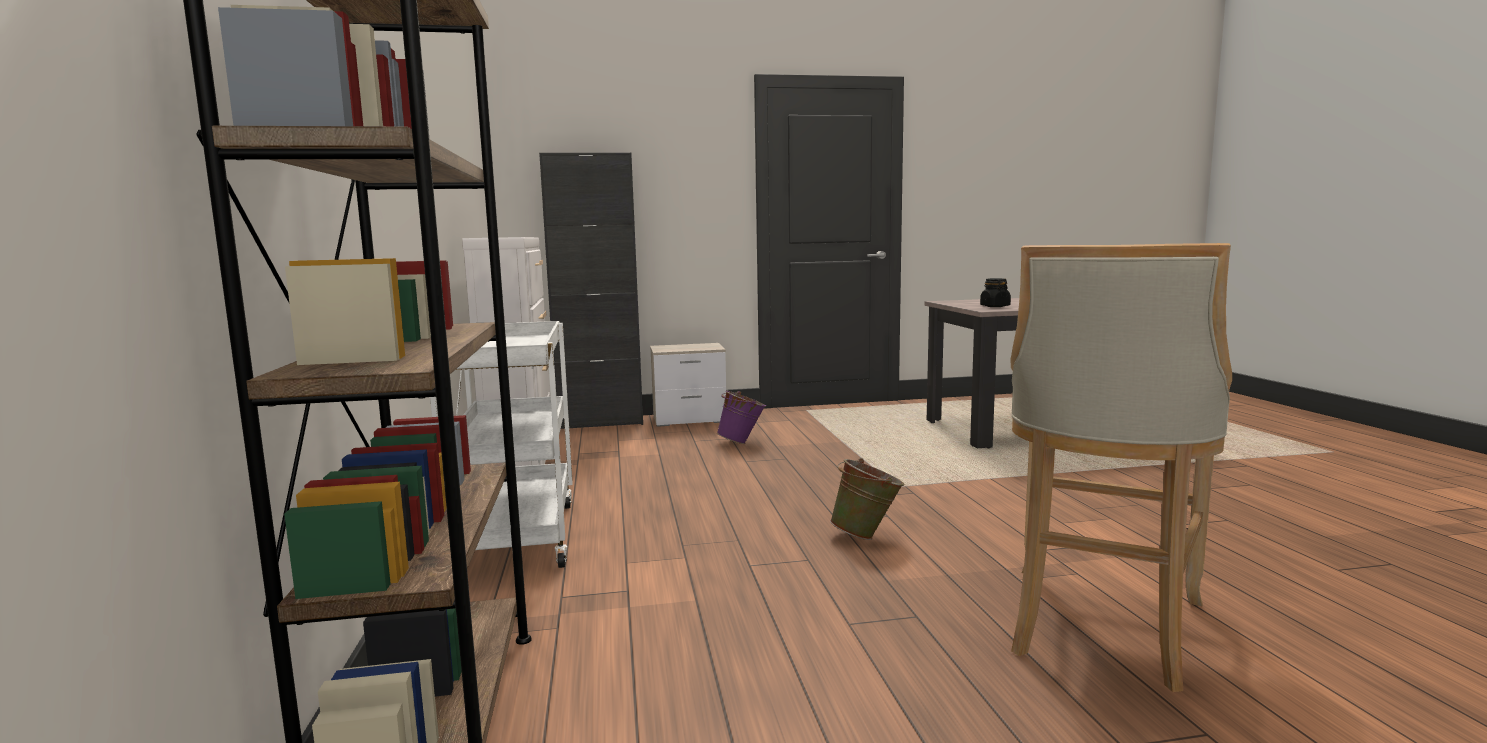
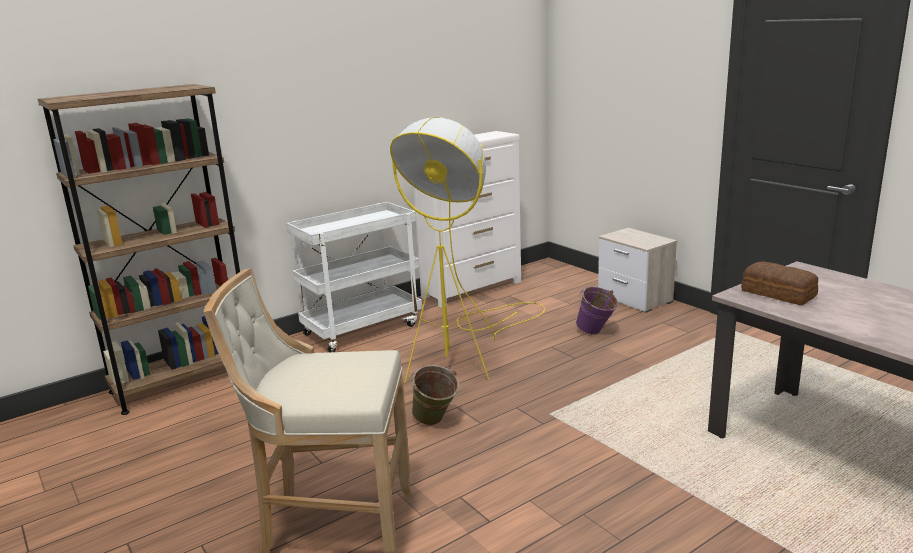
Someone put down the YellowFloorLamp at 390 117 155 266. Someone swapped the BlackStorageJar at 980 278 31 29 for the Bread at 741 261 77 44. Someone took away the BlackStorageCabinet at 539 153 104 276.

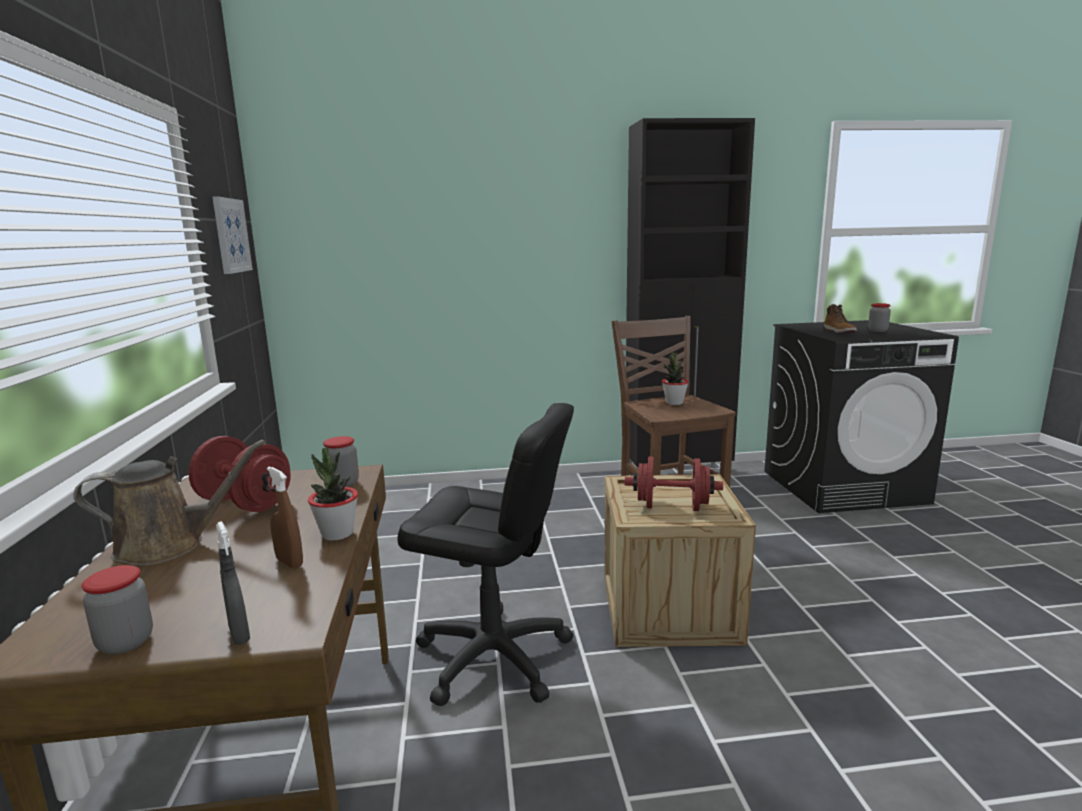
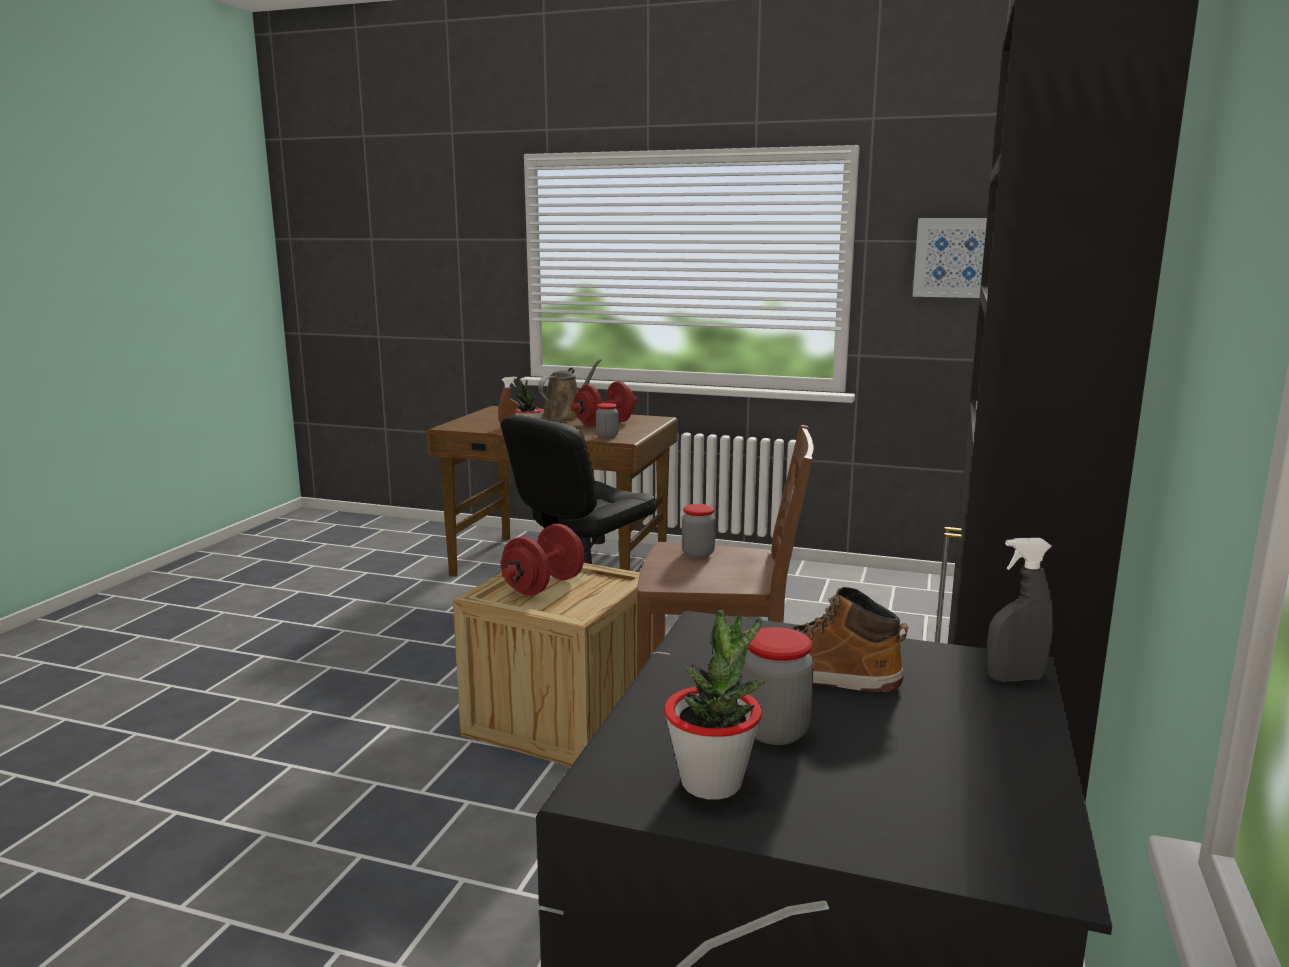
Someone rotated the BrownColouredSprinklingCan at 74 440 192 126 by 150 degrees counterclockwise. Someone carried the PlantInAPot from 662 351 27 54 to 664 610 101 189. Someone carried the StorageJar from 82 565 71 89 to 682 504 34 54. Someone carried the GreyishHandSprayer from 216 521 34 124 to 986 538 68 144.

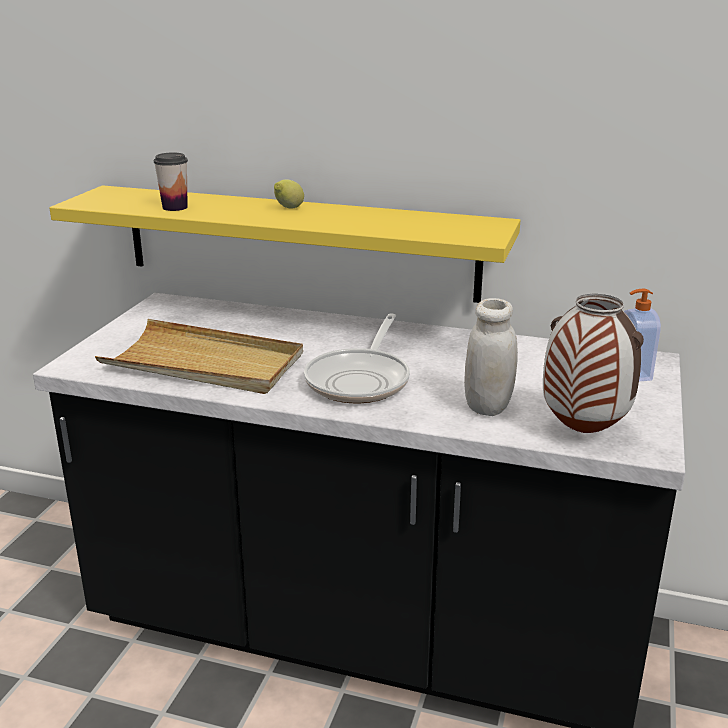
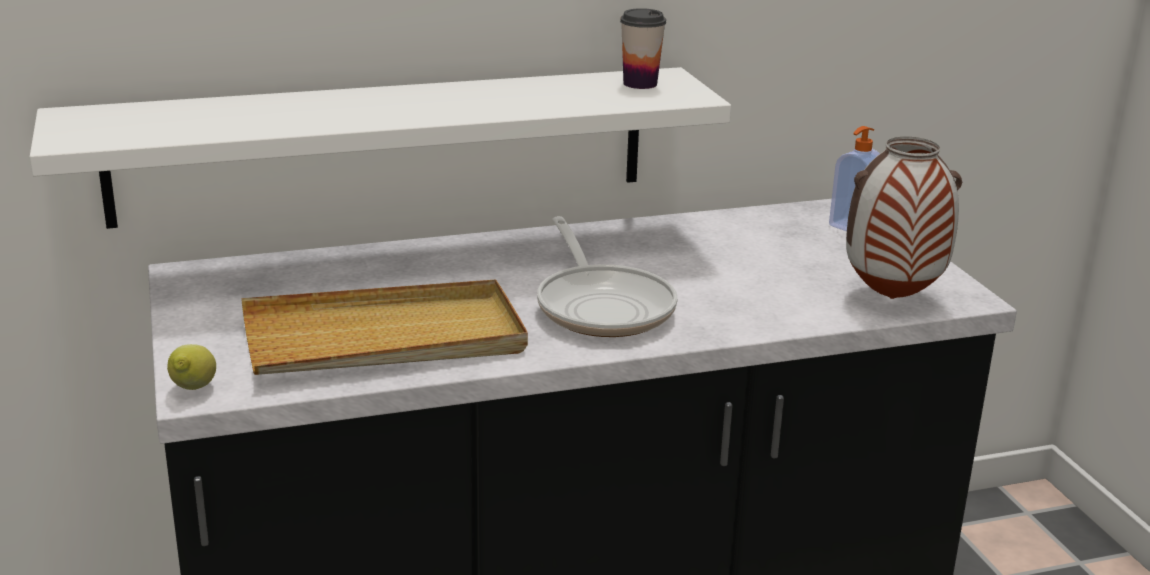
Someone repainted the YellowShelf at 49 185 471 118, which became the WhiteShelf at 30 67 701 162. Someone carried the Lemon from 274 179 30 29 to 167 344 49 46. Someone carried the DrinkingCup from 154 153 34 58 to 620 8 46 81. Someone took away the WhiteStorageJar at 464 298 54 118.

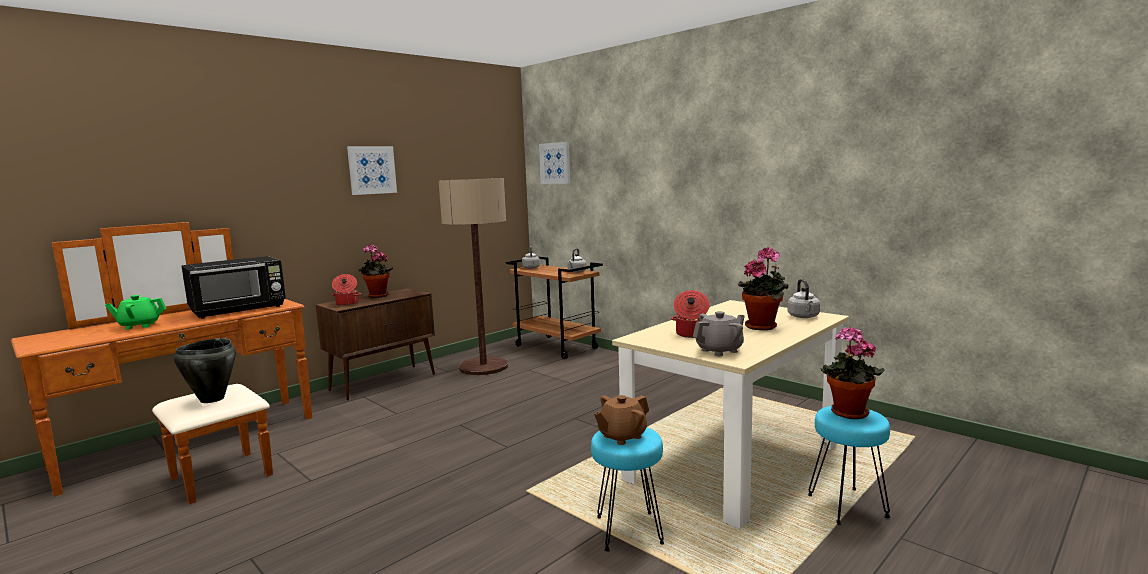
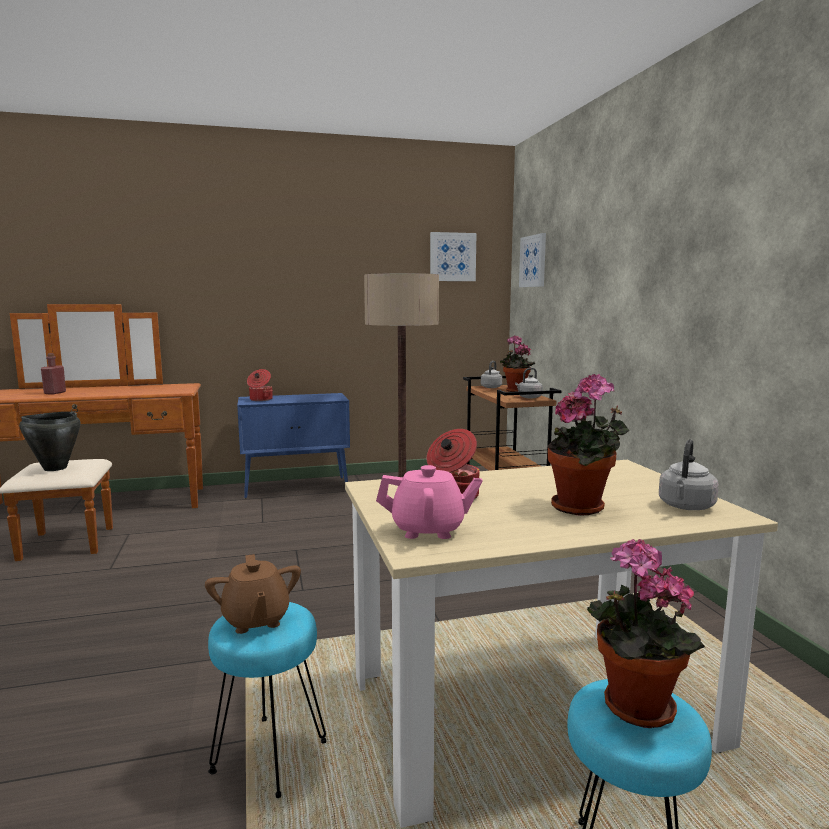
Someone swapped the GreenColouredPotForTea at 105 295 62 35 for the ReddishBottle at 41 353 25 42. Someone rotated the BrownColouredPotForTea at 594 395 55 50 by 105 degrees counterclockwise. Someone repainted the BrownColouredStorageCabinet at 316 288 119 113, which became the BlueStorageCabinet at 237 393 113 105. Someone repainted the GreyishPotForTea at 693 311 52 45, which became the PinkColouredPotForTea at 376 465 106 74. Someone carried the WallPicture from 347 146 50 49 to 430 232 47 49. Someone carried the PlantInAPot from 359 244 34 54 to 500 335 35 57. Someone took away the BlackMicrowave at 181 256 105 63.

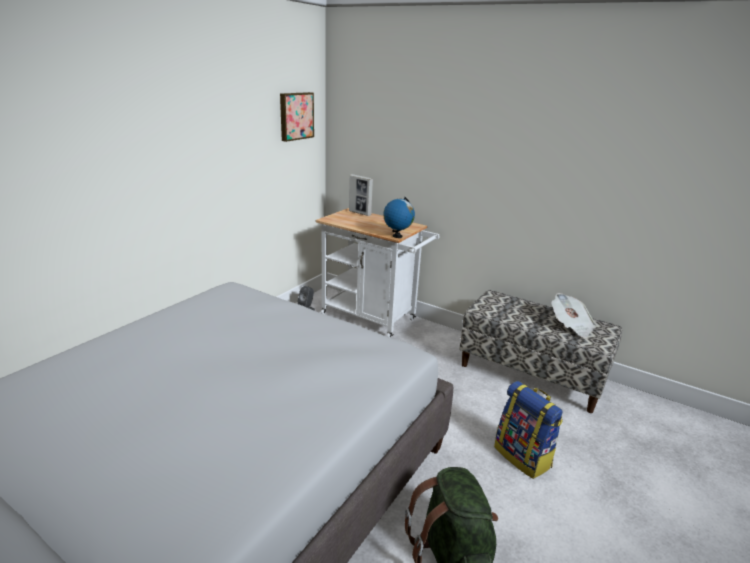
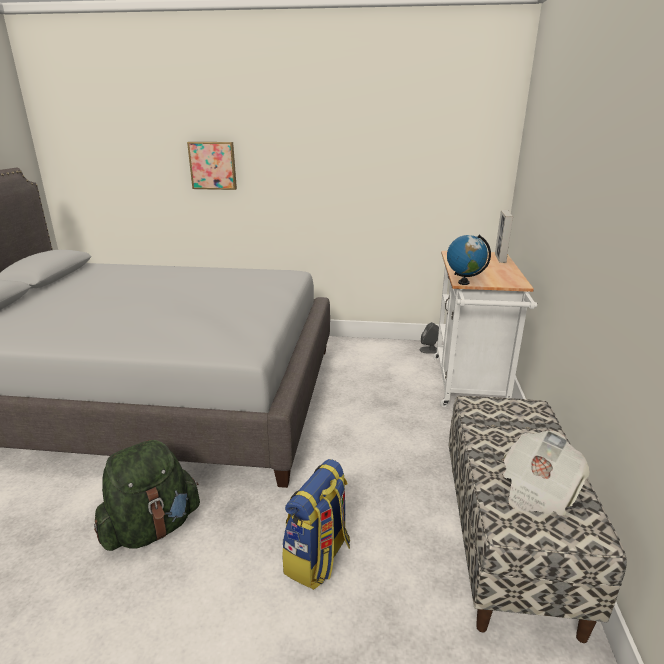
Someone carried the WallPicture from 280 92 34 50 to 187 142 50 48.

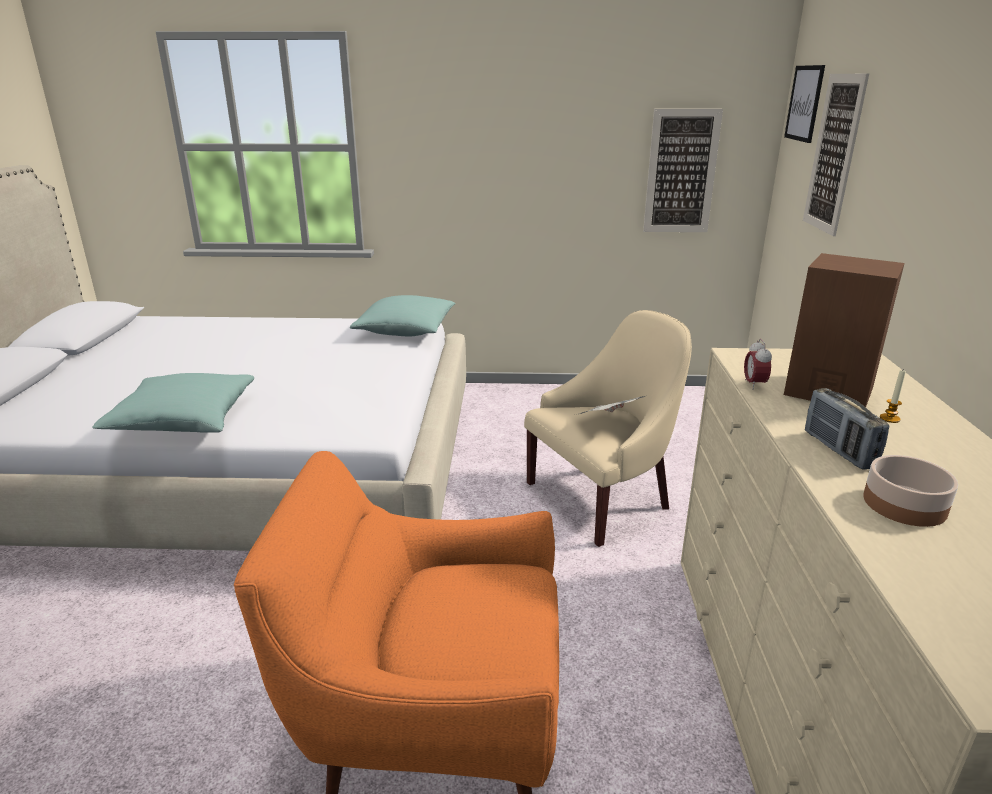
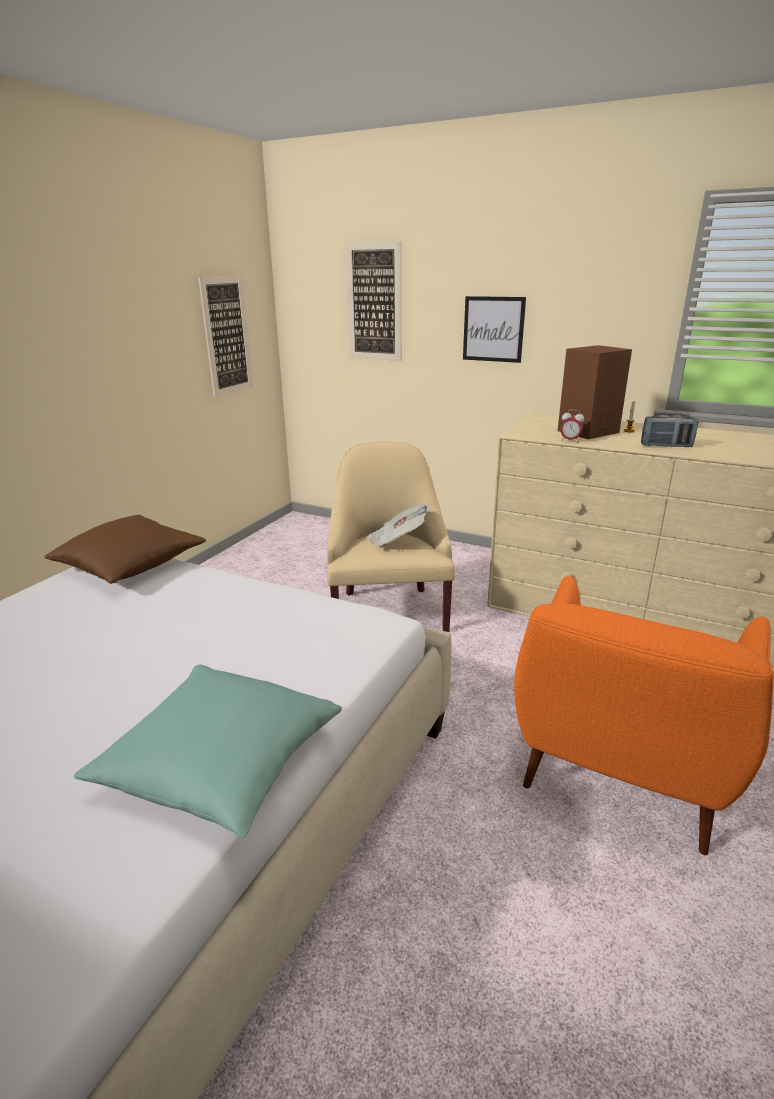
Someone repainted the TurquoiseThrowPillow at 350 295 106 41, which became the BrownColouredThrowPillow at 44 515 162 69. Someone carried the WallPicture from 784 65 41 78 to 463 296 63 67. Someone took away the DeepDish at 863 455 95 72.

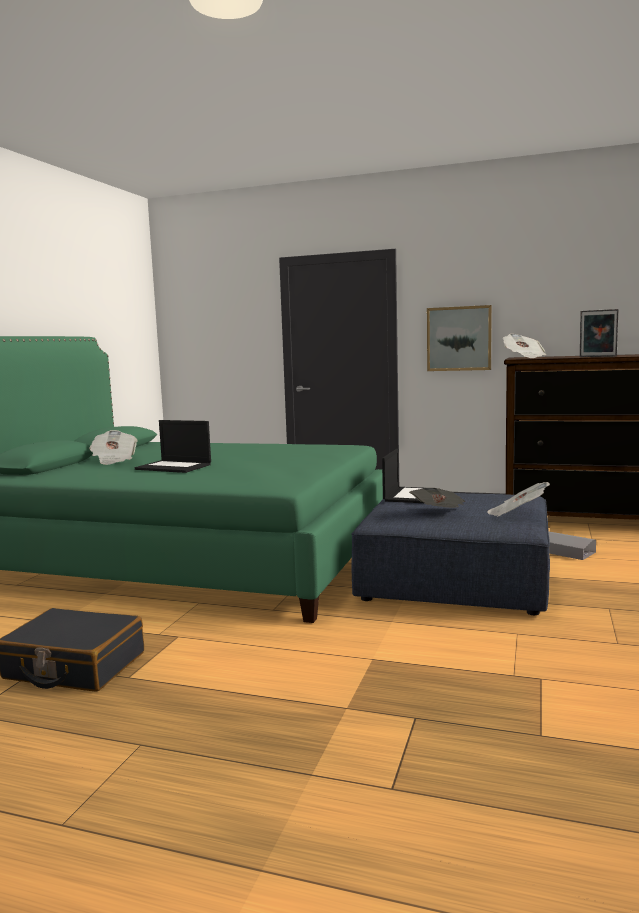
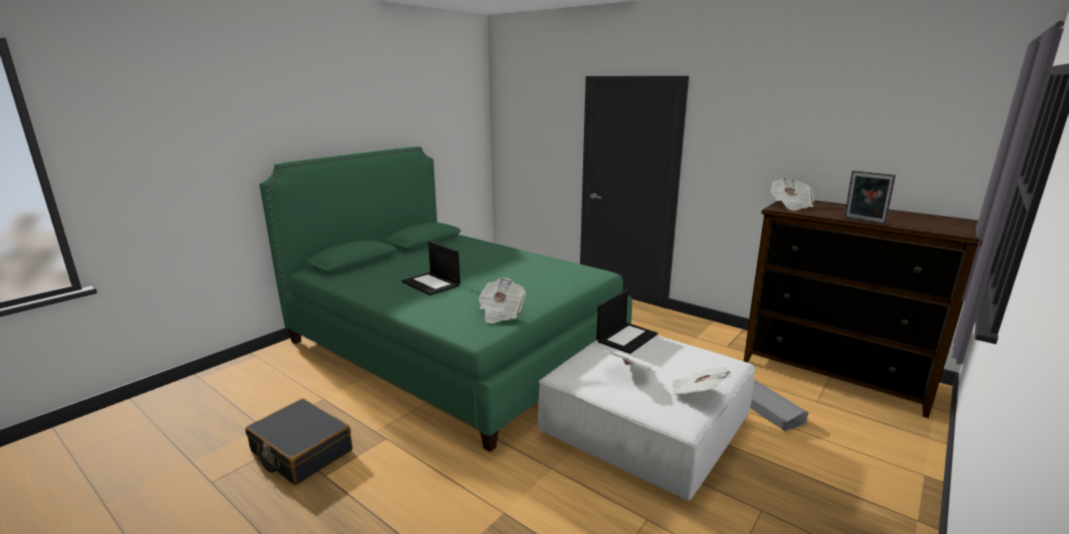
Someone carried the PrintedPaper from 89 430 49 35 to 478 278 48 45. Someone repainted the BluePouffe at 351 493 199 122, which became the WhitePouffe at 538 335 218 165. Someone took away the WallPicture at 427 305 65 66.

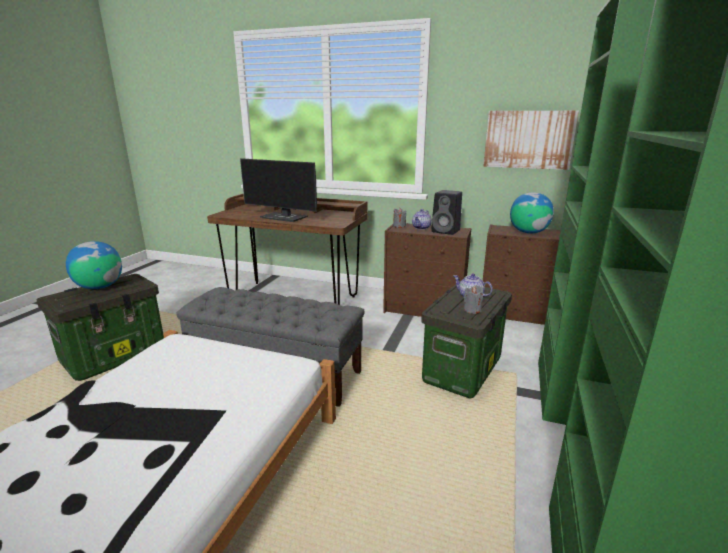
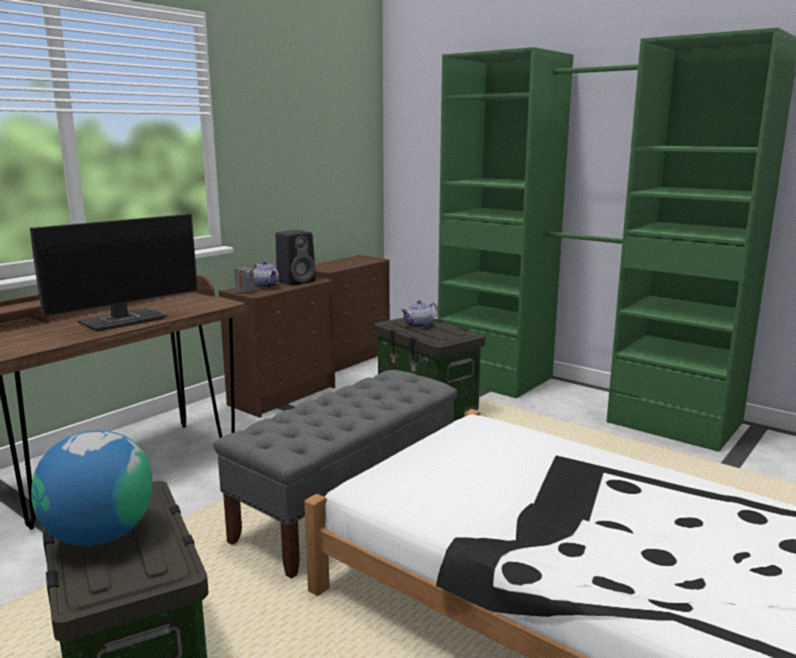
Someone took away the GreyishWaxLight at 464 285 19 29. Someone took away the WallPicture at 483 111 96 59. Someone took away the Globe at 510 192 44 42.

